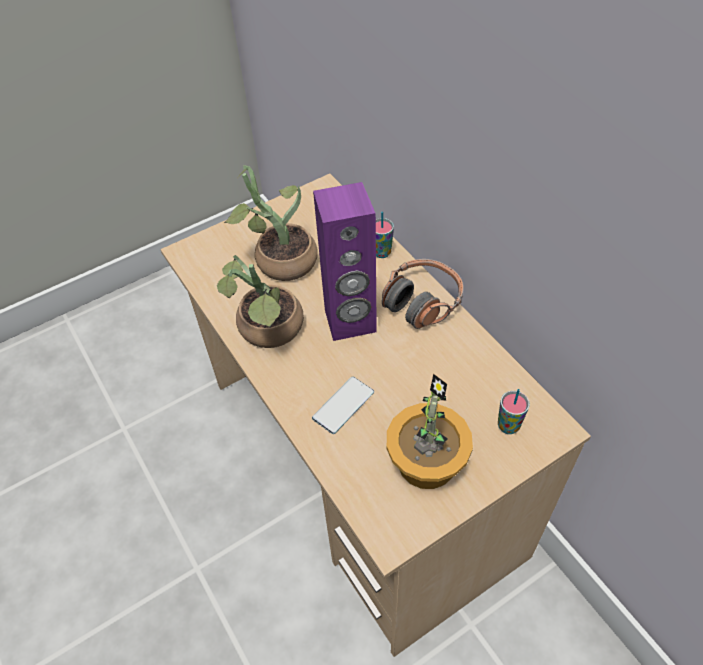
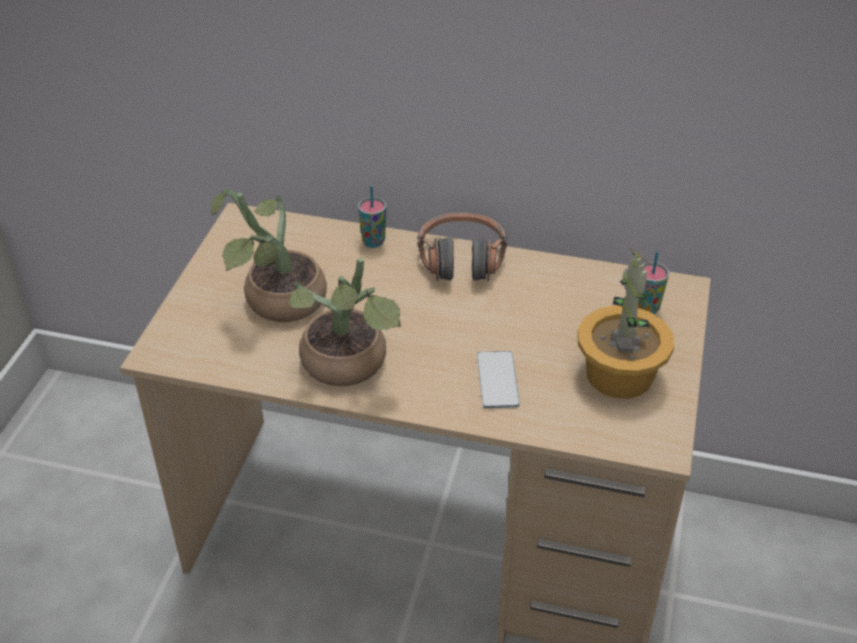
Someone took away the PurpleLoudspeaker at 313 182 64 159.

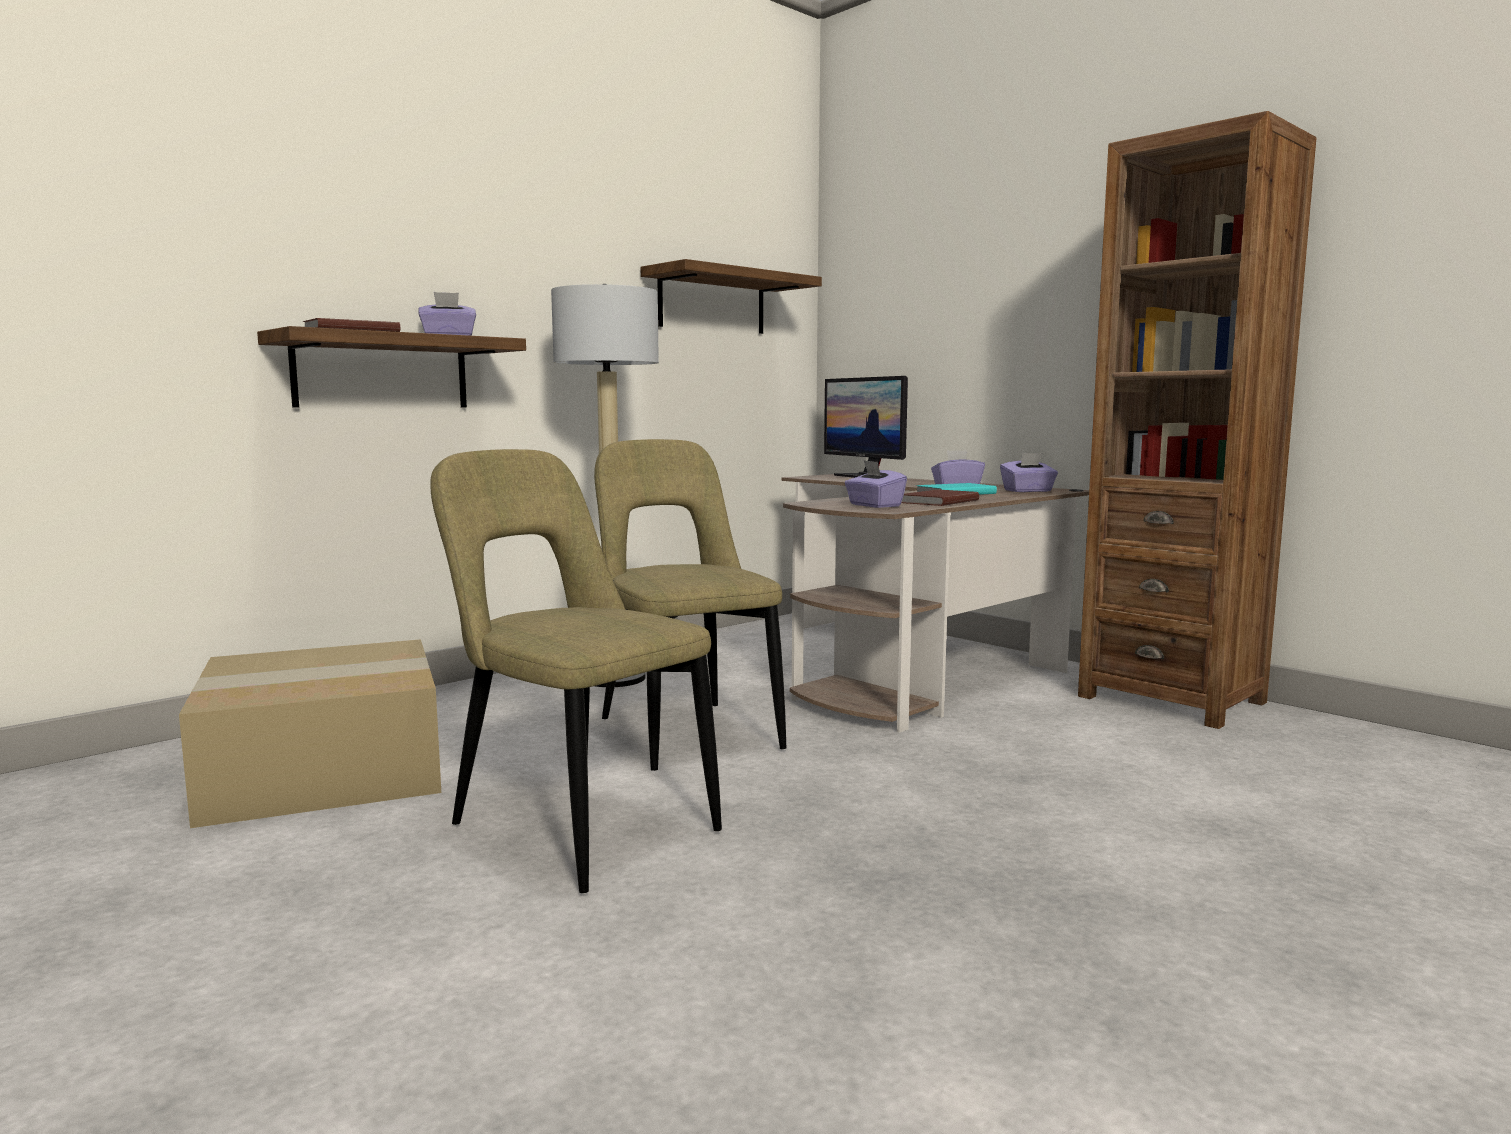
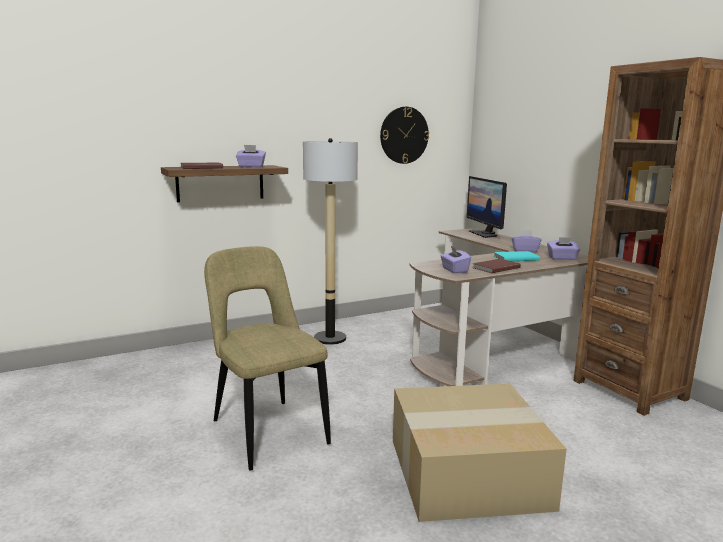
Someone swapped the Shelf at 641 259 181 75 for the WallClock at 380 107 49 57. Someone carried the CardboardBox from 179 639 262 189 to 393 384 174 138. Someone took away the BeigeColouredPlainChair at 594 439 192 332.

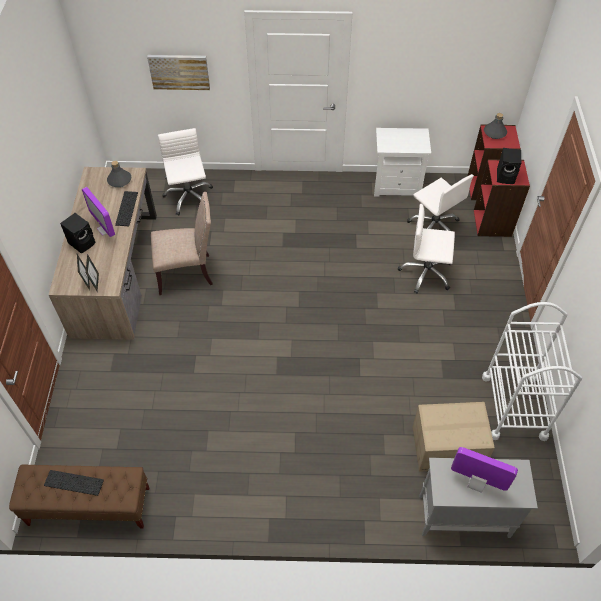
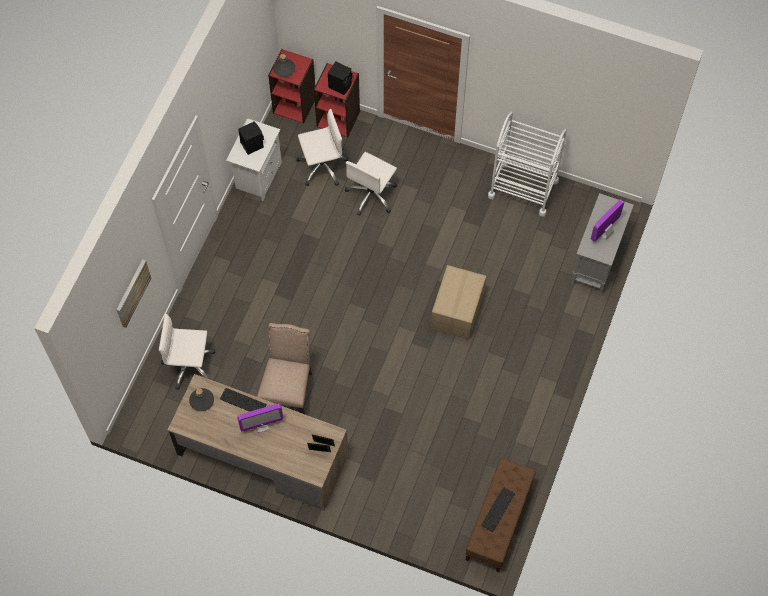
Someone carried the BlackLoudspeaker from 60 213 36 40 to 238 121 26 34. Someone carried the CardboardBox from 413 402 82 70 to 431 265 55 75.

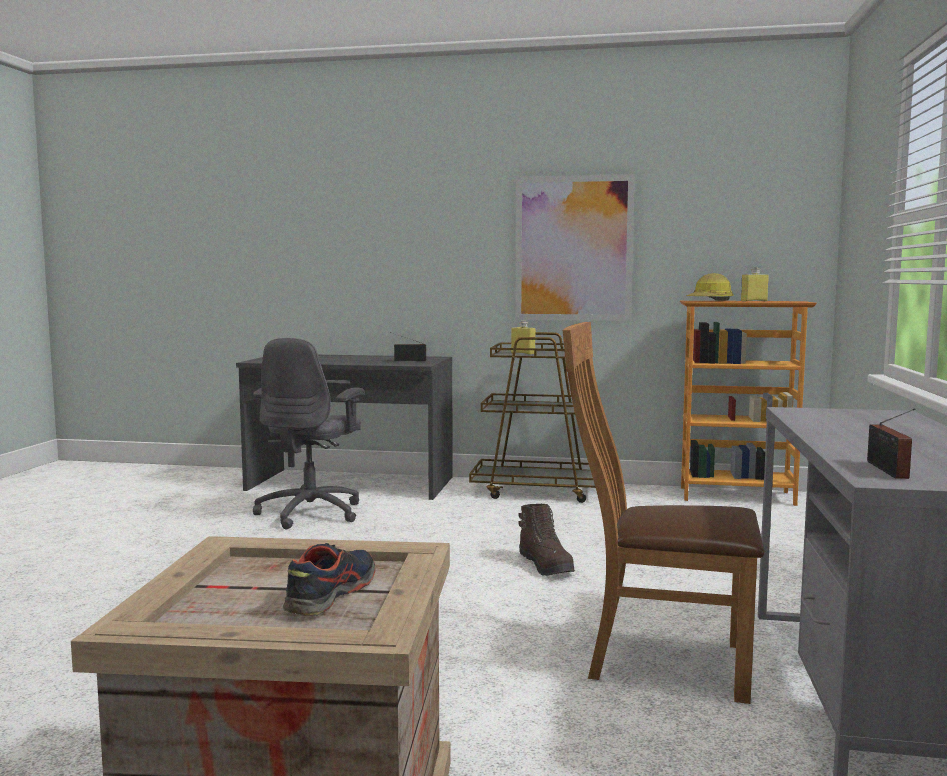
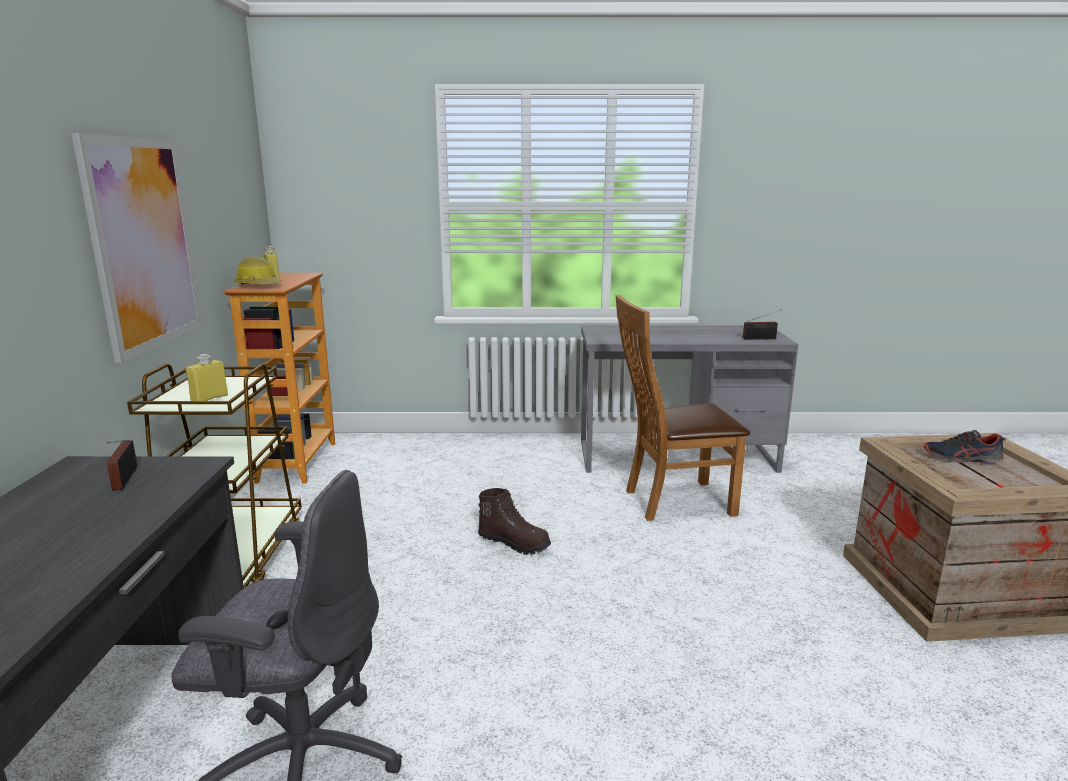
Someone rotated the BrownColouredTallBoot at 518 504 57 72 by 60 degrees clockwise. Someone rotated the BrownColouredPlainChair at 563 322 201 382 by 75 degrees clockwise.

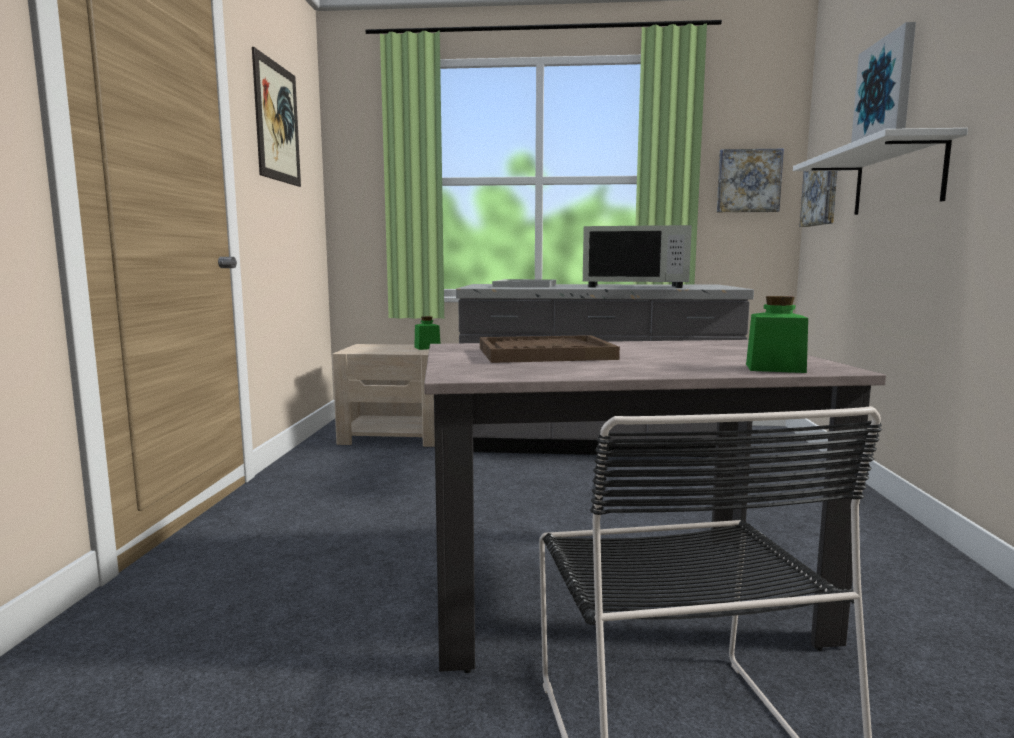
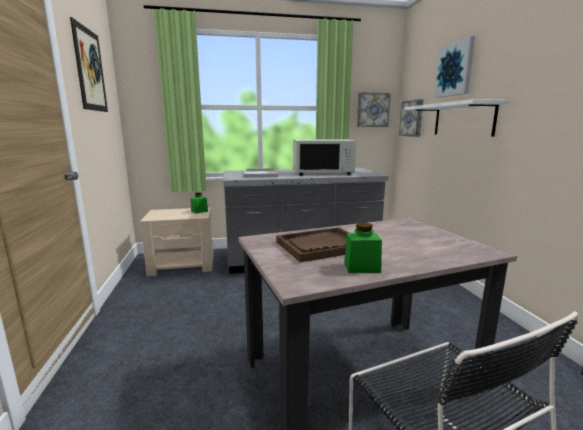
Someone carried the GreenColouredStorageJar from 746 296 62 77 to 344 223 38 50.

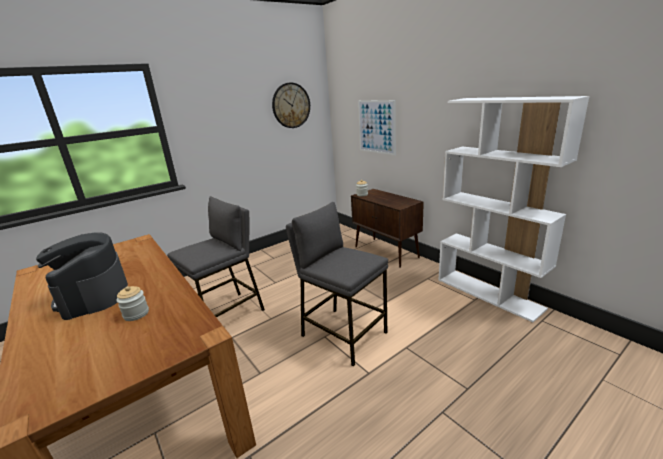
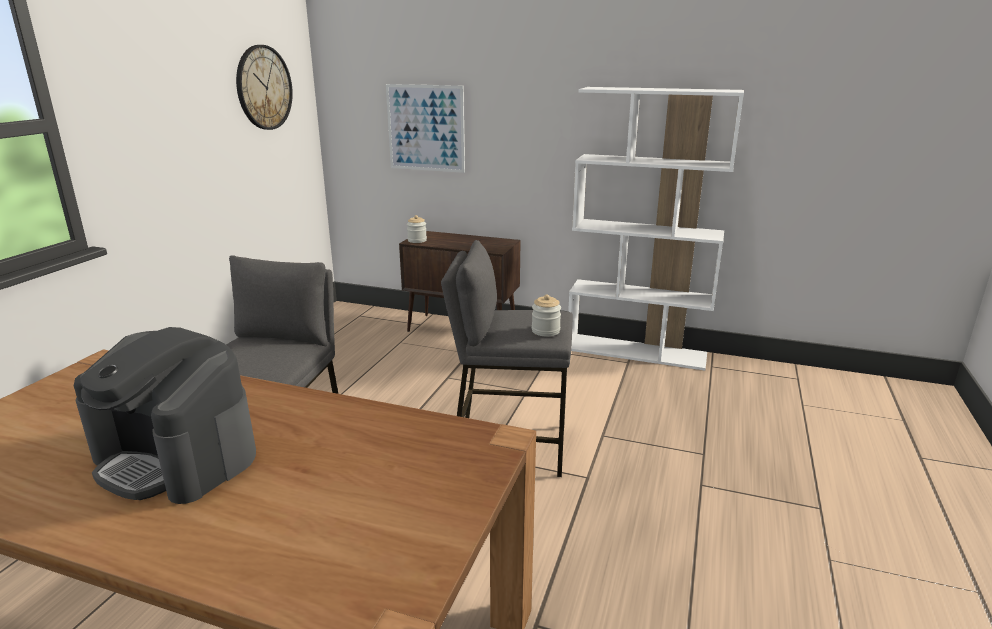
Someone carried the StorageJar from 116 286 33 35 to 532 295 29 41.

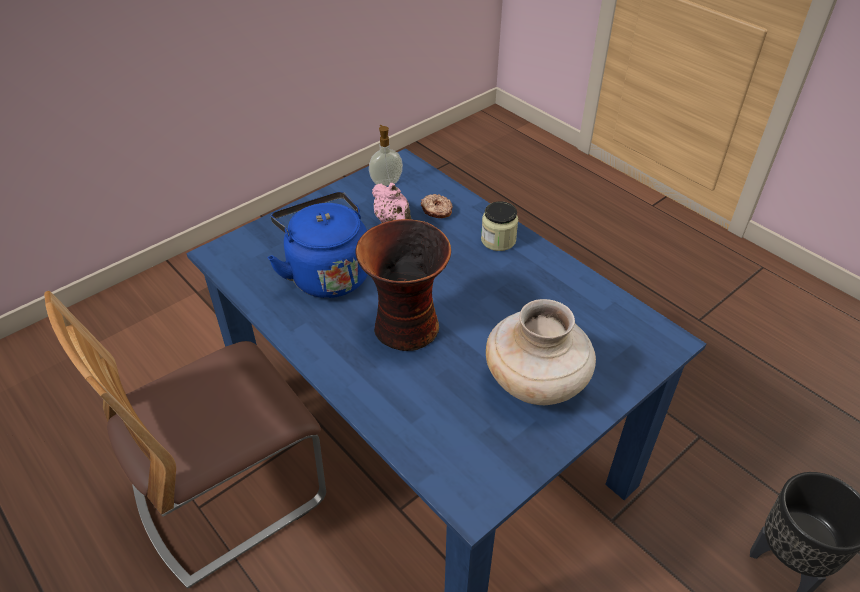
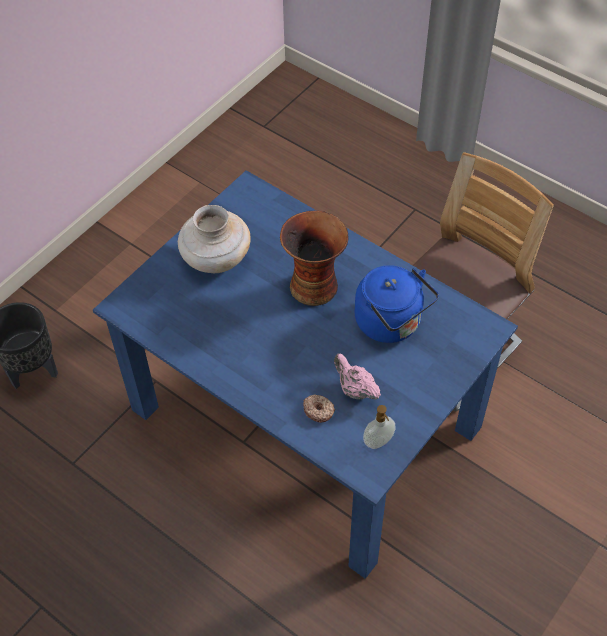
Someone took away the StorageJar at 481 201 37 50.

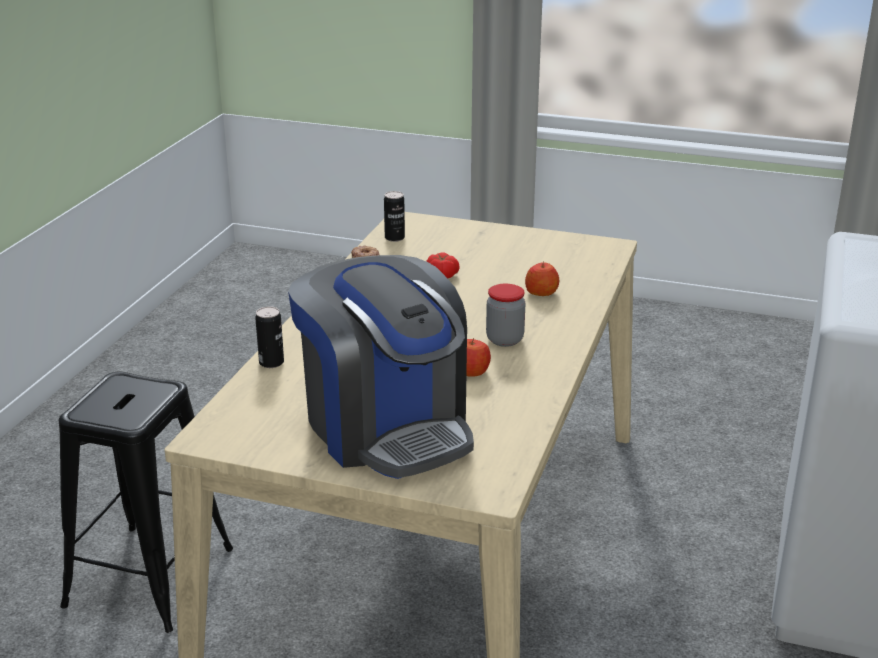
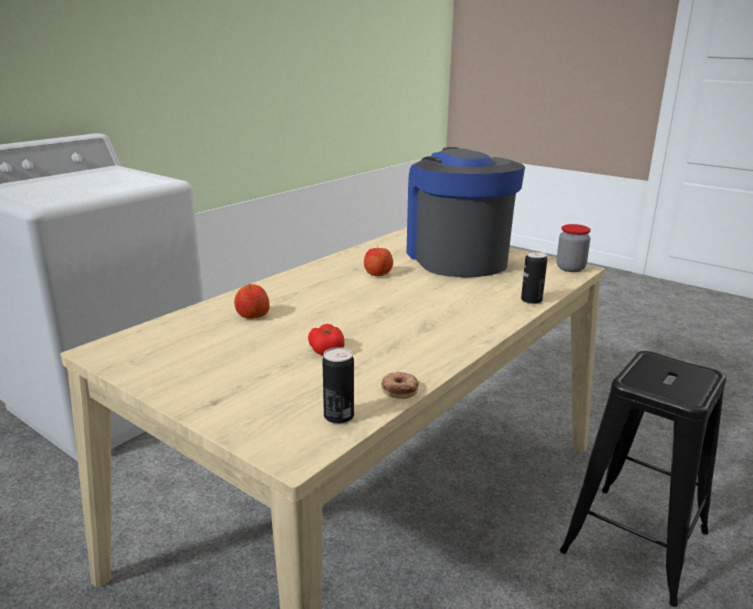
Someone carried the StorageJar from 486 284 39 63 to 556 224 35 48.

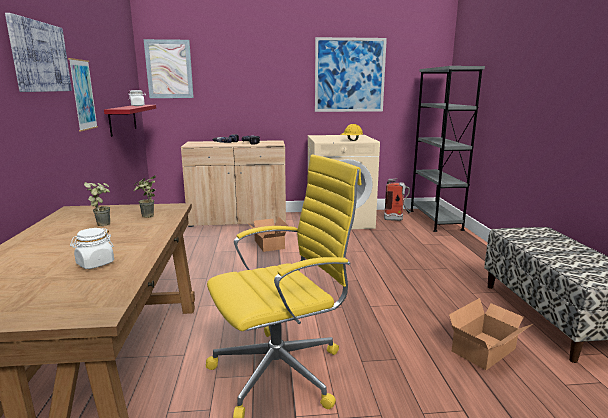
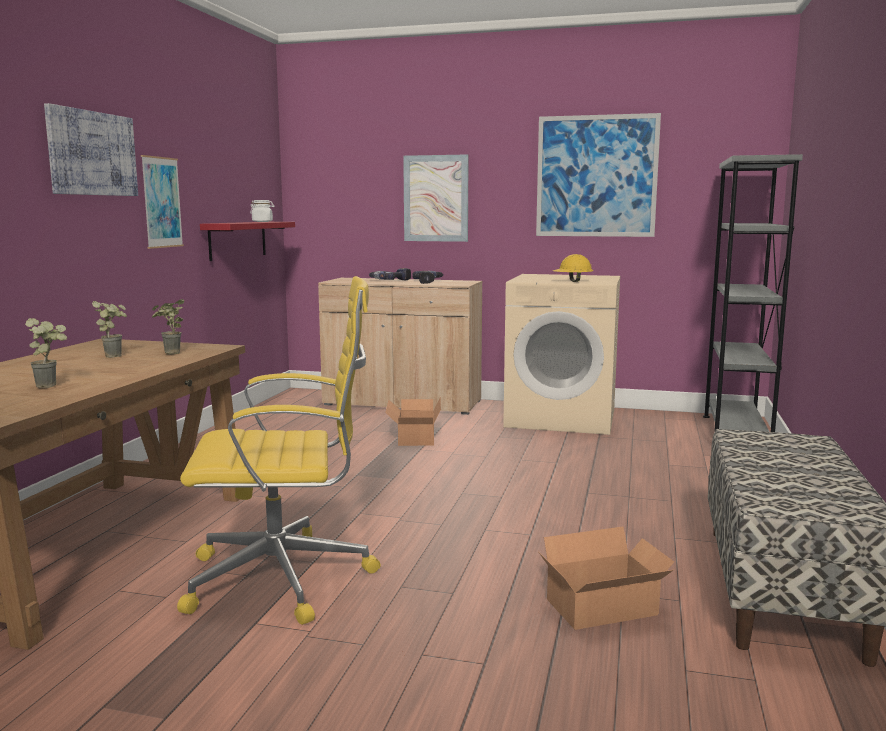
Someone swapped the WhiteStorageJar at 70 228 44 41 for the PlantInAPot at 25 318 42 70. Someone carried the WallPicture from 144 39 50 59 to 403 154 66 88. Someone took away the Extinguisher at 384 178 27 43.

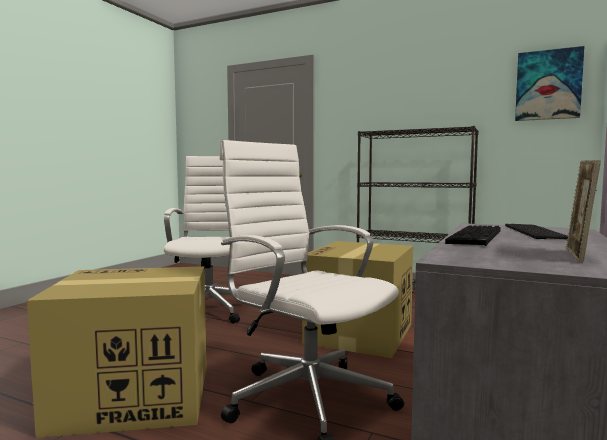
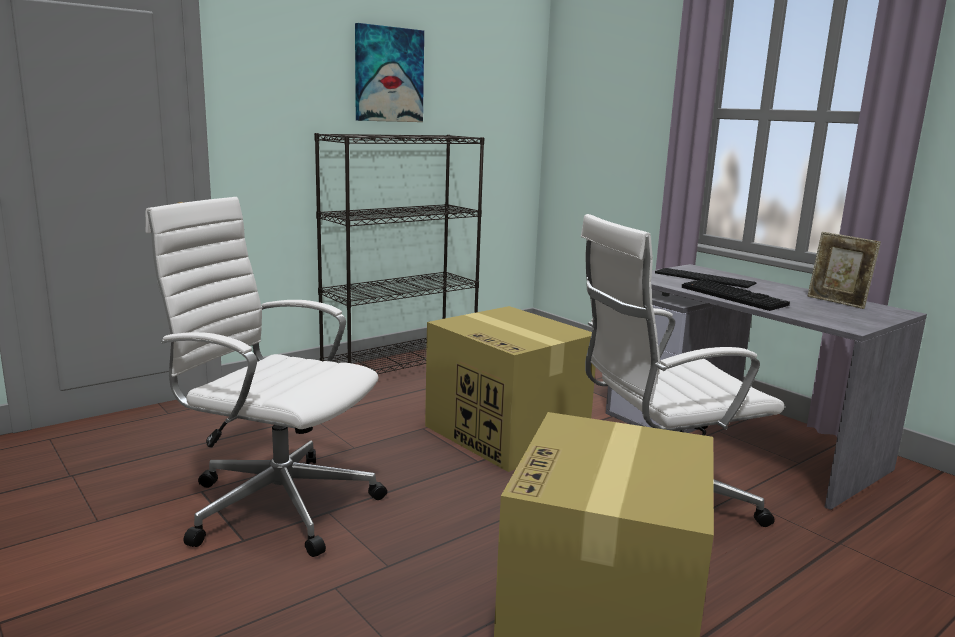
Someone carried the WallPicture from 515 46 70 75 to 355 23 69 99.

